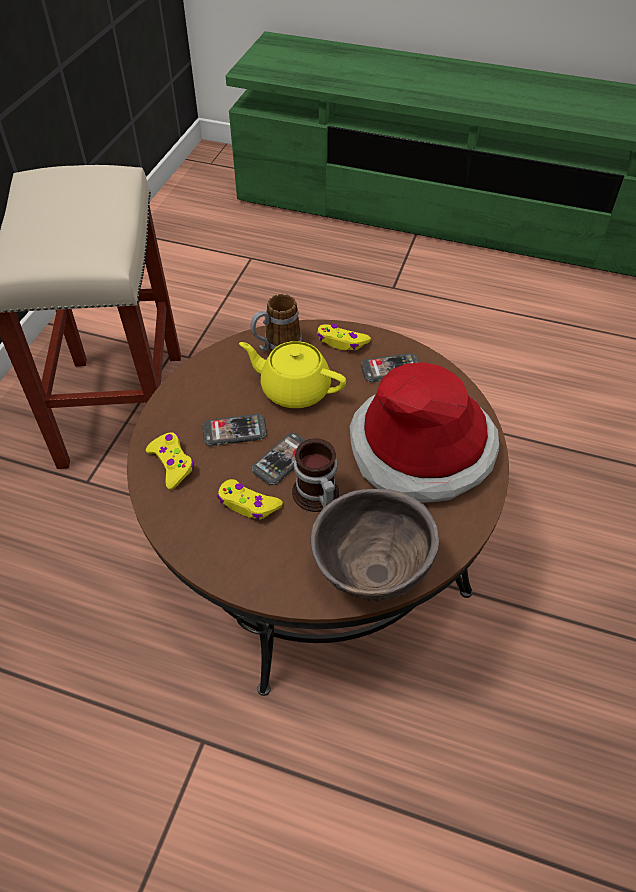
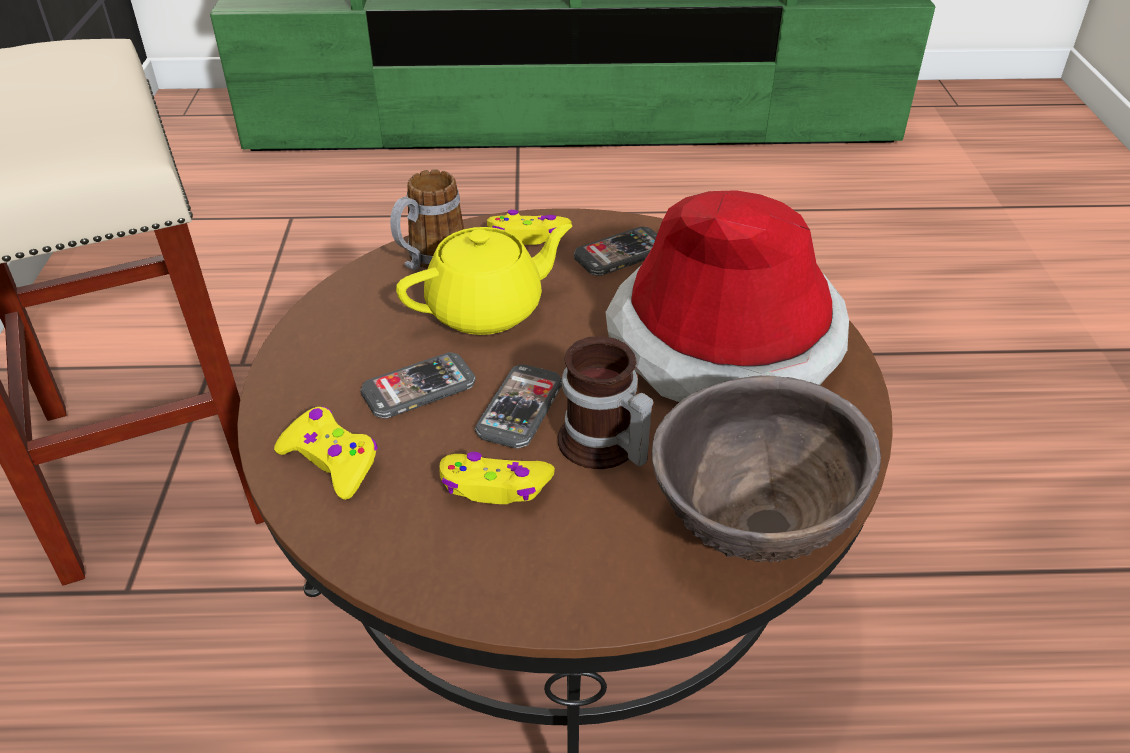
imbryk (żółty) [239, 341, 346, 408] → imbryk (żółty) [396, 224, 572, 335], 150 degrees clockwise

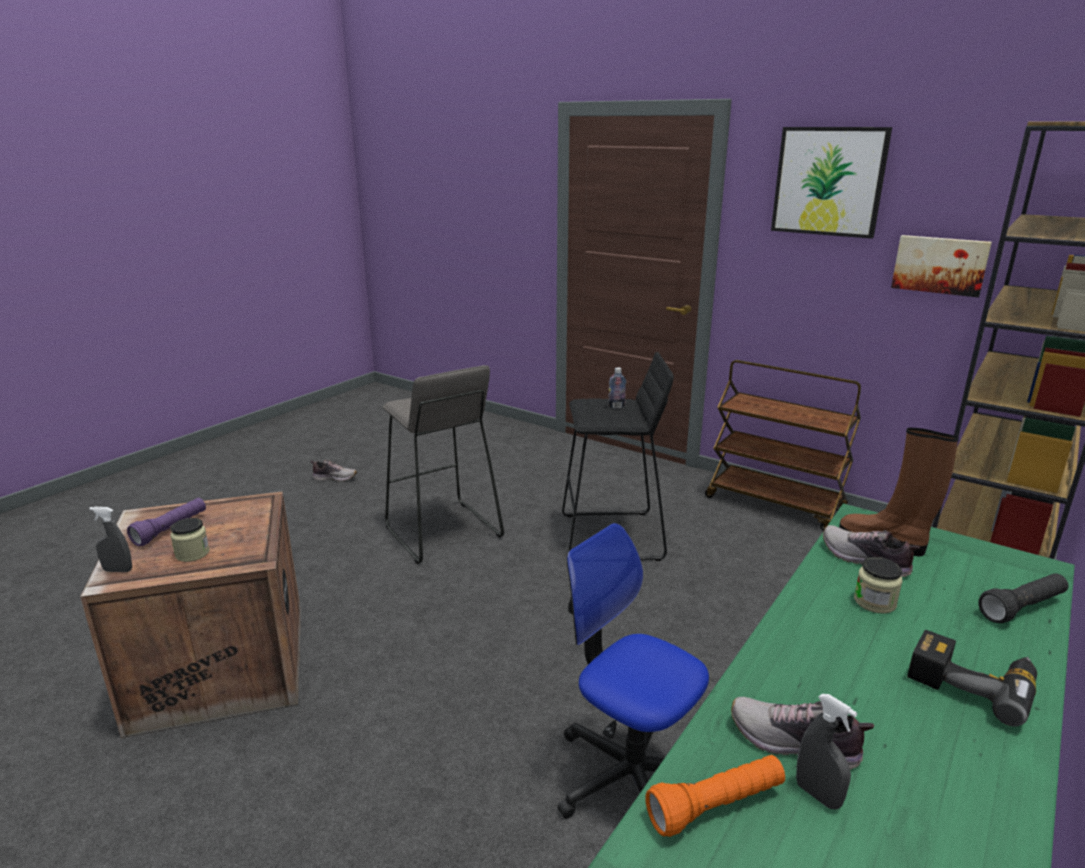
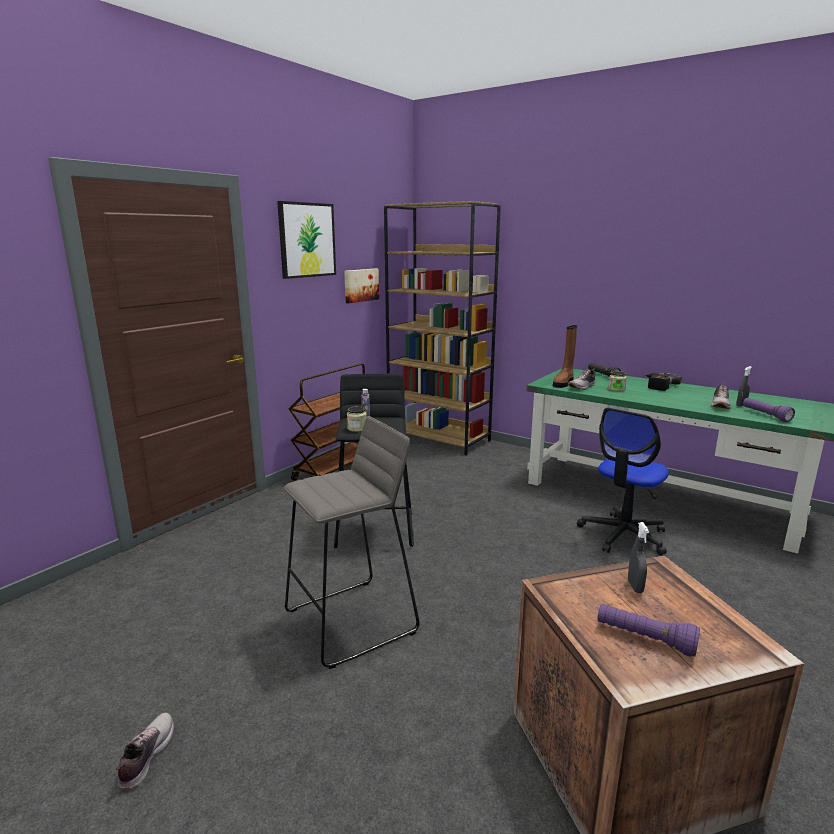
spryskiwacz (szary) [89, 507, 132, 572] → spryskiwacz (szary) [628, 522, 649, 593], move
słoik [170, 518, 210, 562] → słoik [347, 406, 367, 432], move
latarka (pomarańczowy) [645, 755, 785, 837] → latarka (fioletowy) [743, 398, 795, 422]

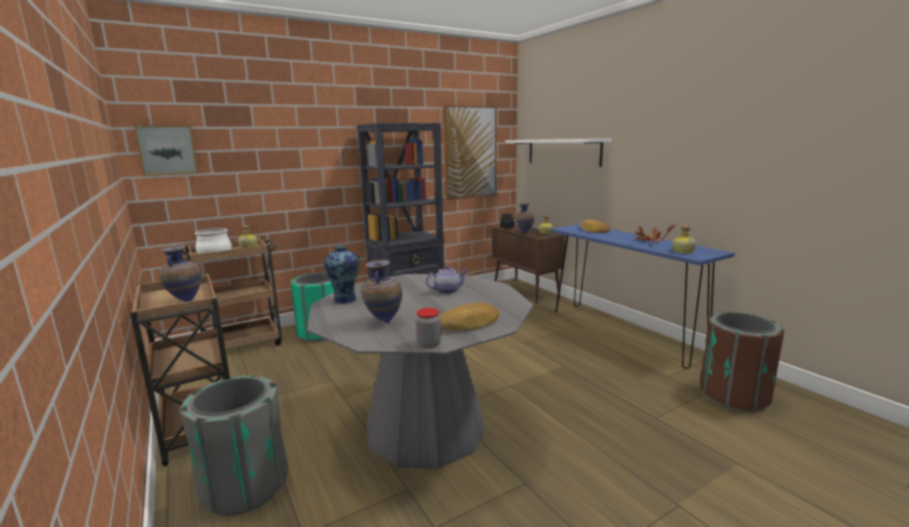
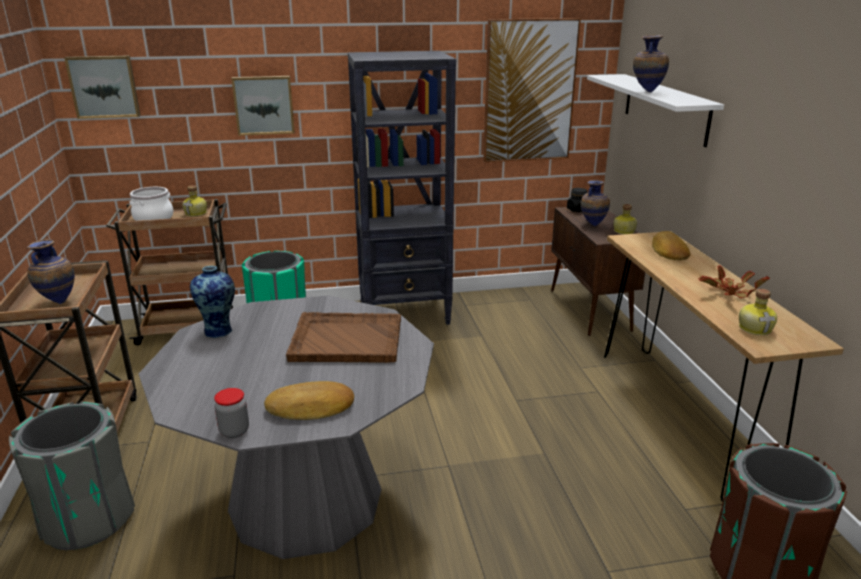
wazon [361, 260, 402, 323] → wazon [633, 35, 669, 93], move
imbryk [426, 266, 468, 294] → taca (brązowy) [286, 312, 401, 363]
stolik konsolowy (niebieski) [550, 224, 735, 369] → stolik konsolowy (brązowy) [604, 231, 844, 502]
- → obraz [231, 76, 295, 136]

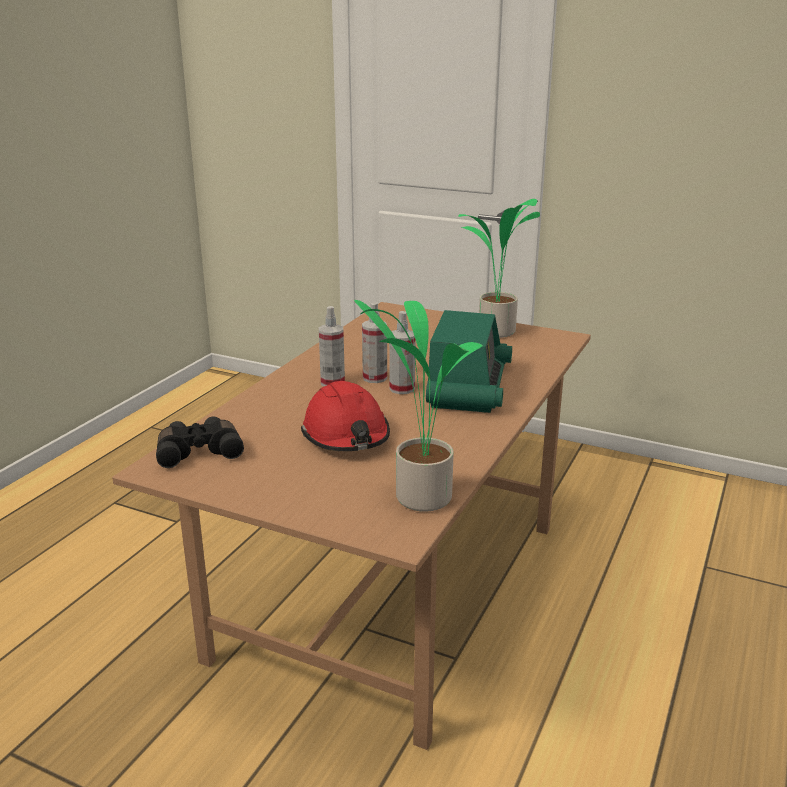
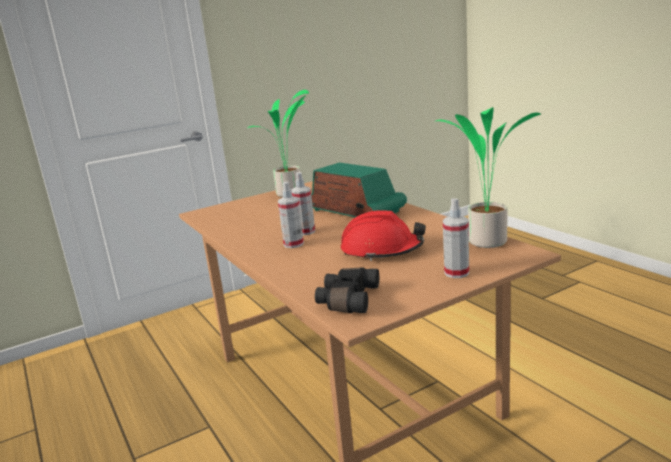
spryskiwacz [389, 311, 415, 394] → spryskiwacz [443, 198, 469, 278], move

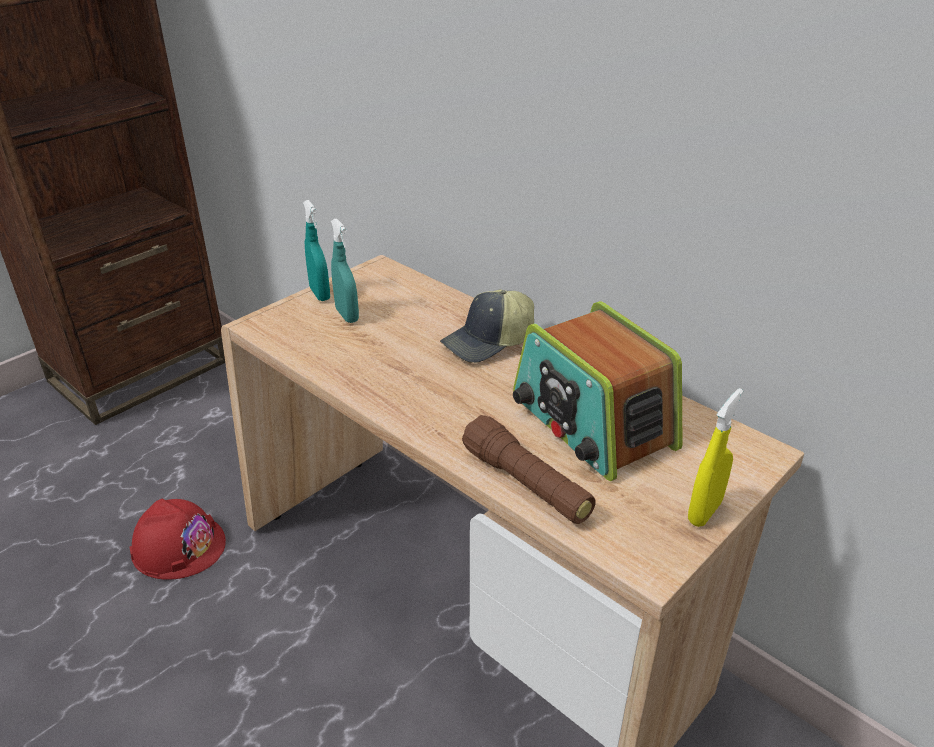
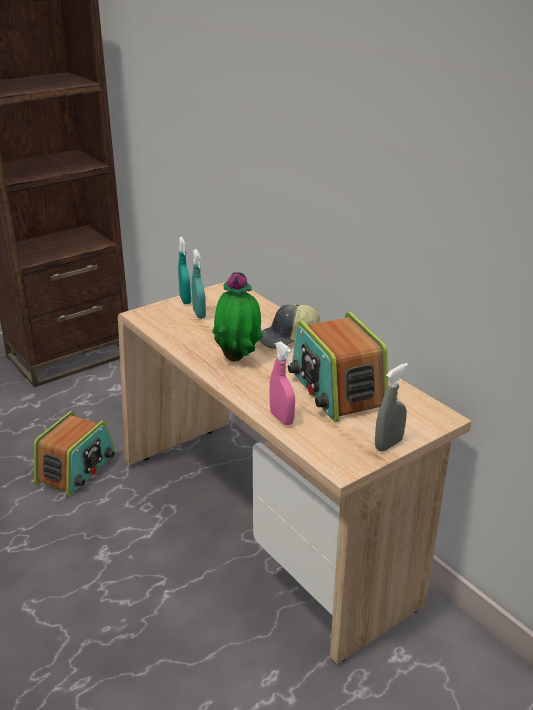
kask (czerwony) [130, 499, 226, 579] → radio [34, 411, 115, 496]
latarka (brązowy) [462, 415, 596, 524] → spryskiwacz (różowy) [269, 341, 295, 425]
spryskiwacz (żółty) [688, 388, 743, 527] → spryskiwacz (szary) [375, 363, 408, 451]
- → roślina doniczkowa [212, 272, 263, 362]

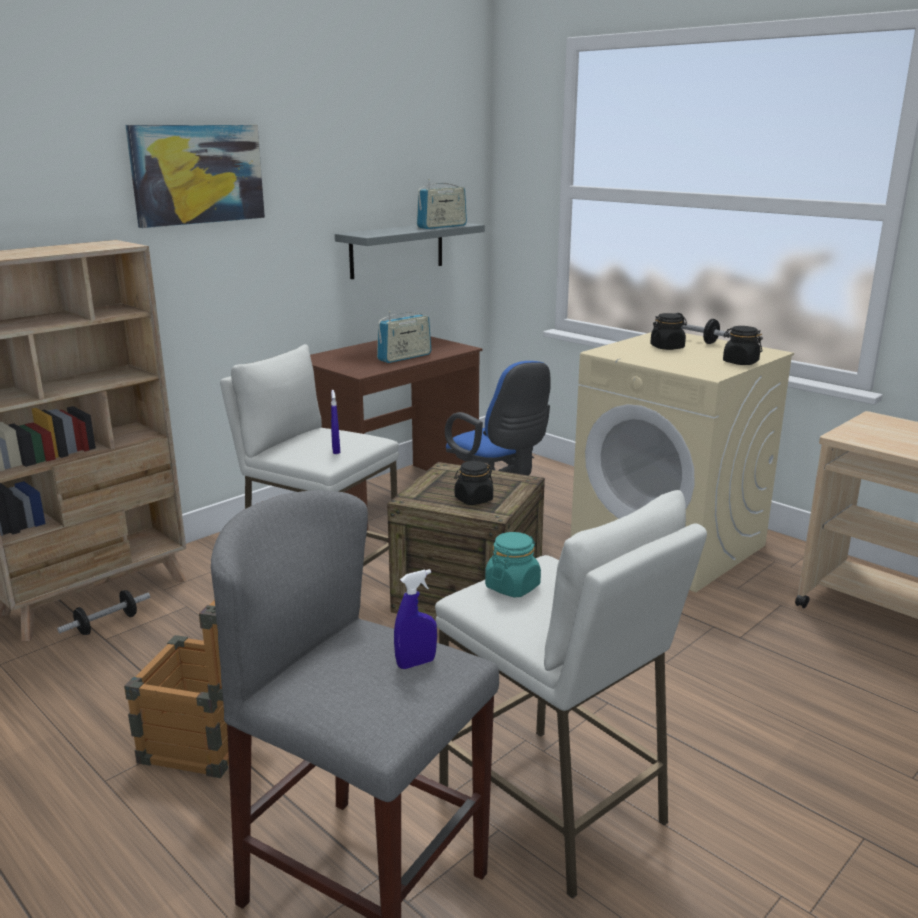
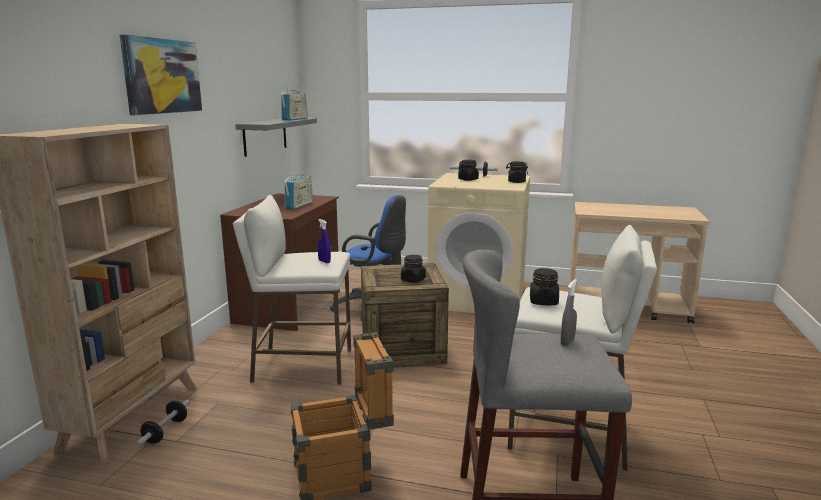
spryskiwacz (niebieski) [394, 569, 437, 669] → spryskiwacz (szary) [561, 279, 577, 346]
słoik (turkusowy) [485, 532, 541, 598] → słoik (czarny) [530, 268, 559, 305]

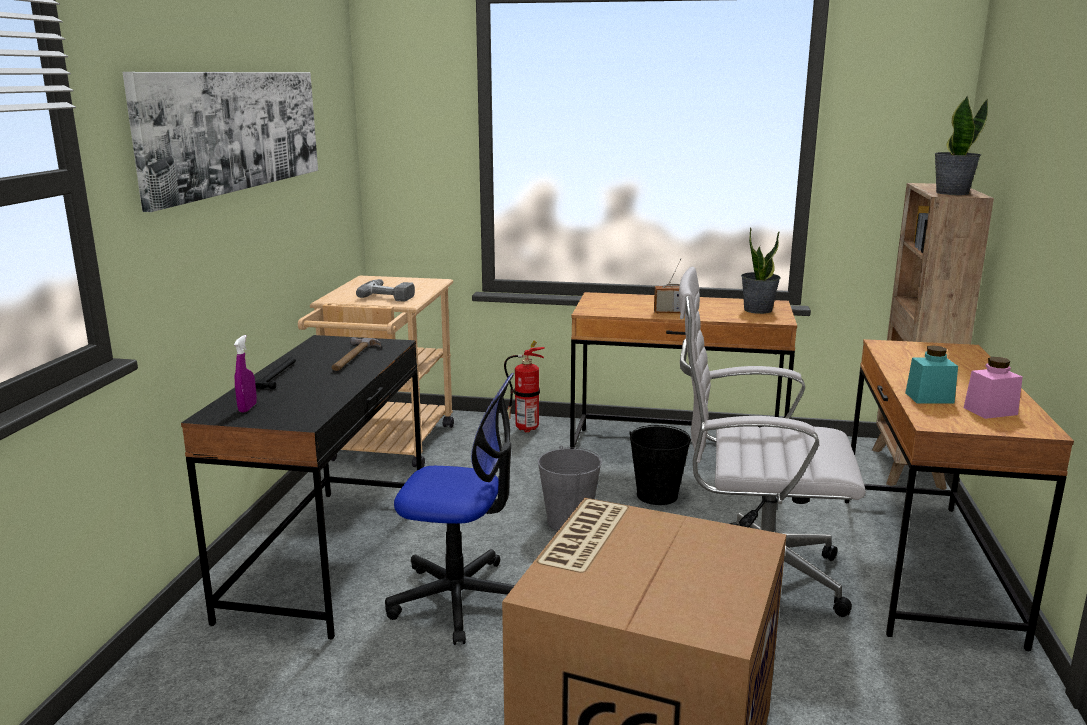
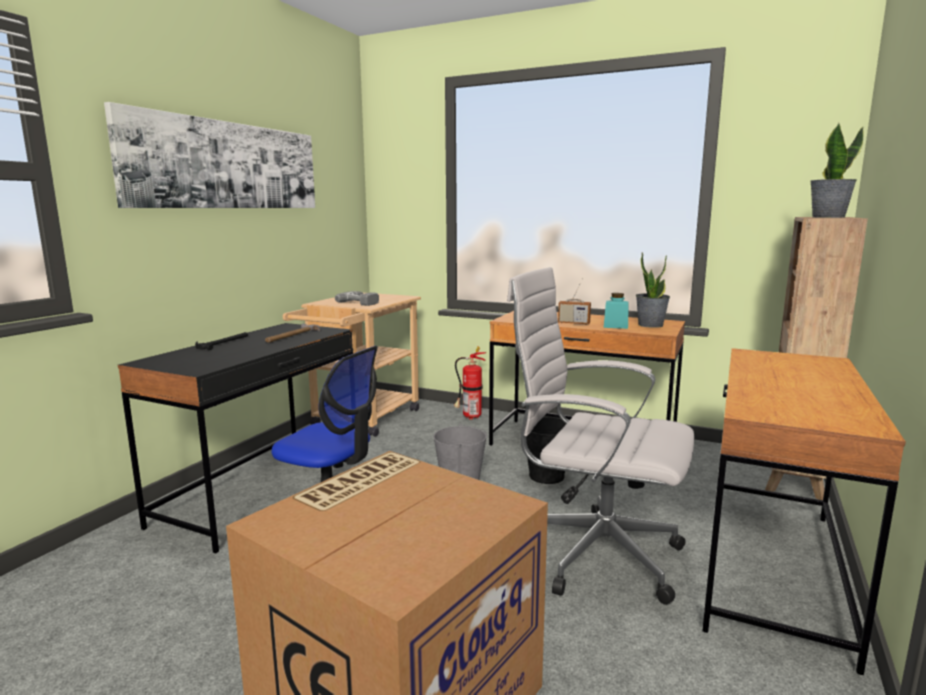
spryskiwacz (fioletowy) [234, 335, 257, 412] → -
słoik (turkusowy) [905, 346, 958, 403] → słoik (turkusowy) [604, 293, 629, 329], move
słoik (różowy) [964, 357, 1023, 419] → -

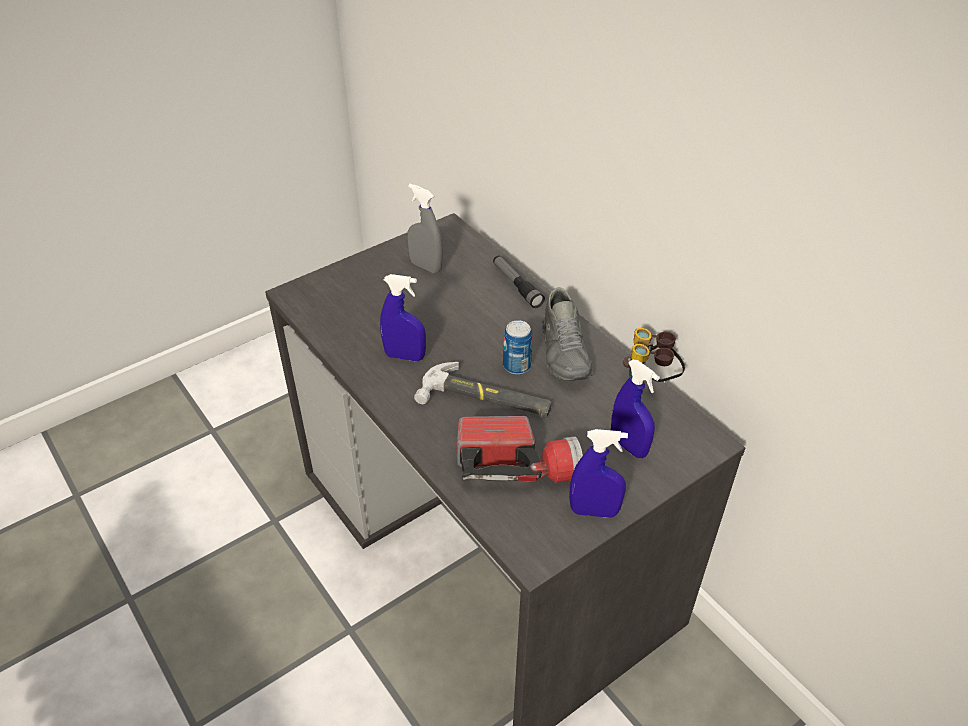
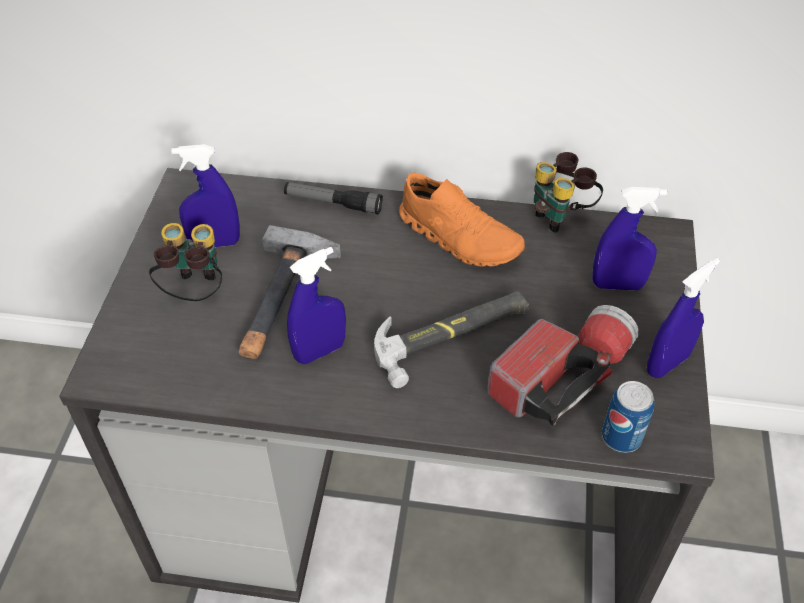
spryskiwacz (szary) [408, 184, 443, 273] → spryskiwacz (niebieski) [171, 144, 240, 247]
puszka [503, 320, 533, 374] → puszka [602, 381, 654, 453], move
but (szary) [542, 287, 593, 381] → but (pomarańczowy) [399, 173, 525, 266]
- → lornetka [149, 223, 222, 301]
- → młotek [239, 225, 341, 359]

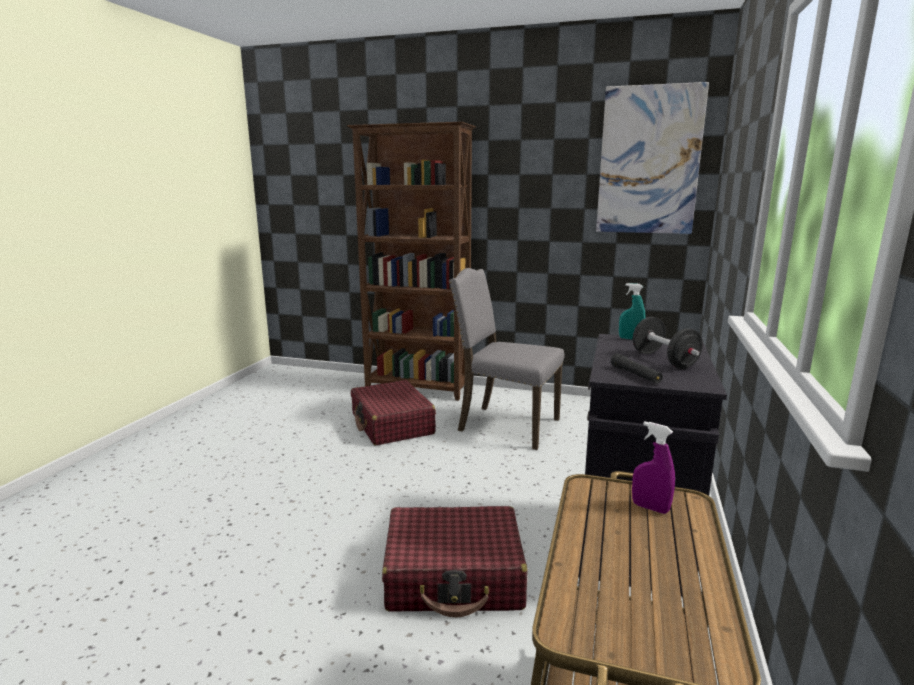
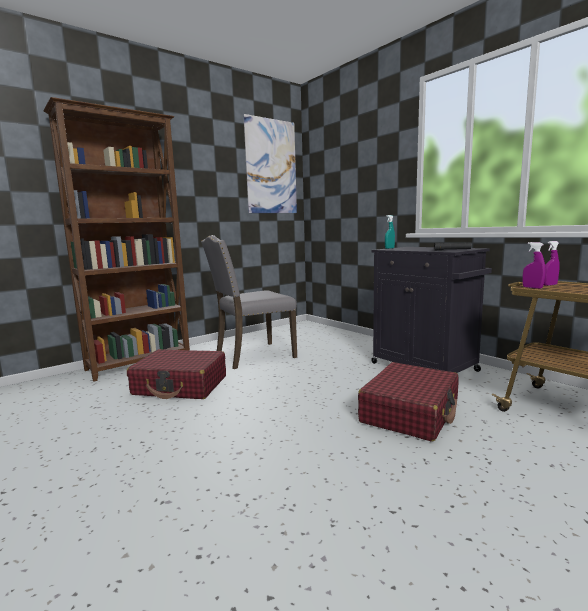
hantel (czarny) [633, 317, 703, 369] → -
- → spryskiwacz (fioletowy) [522, 242, 546, 289]

